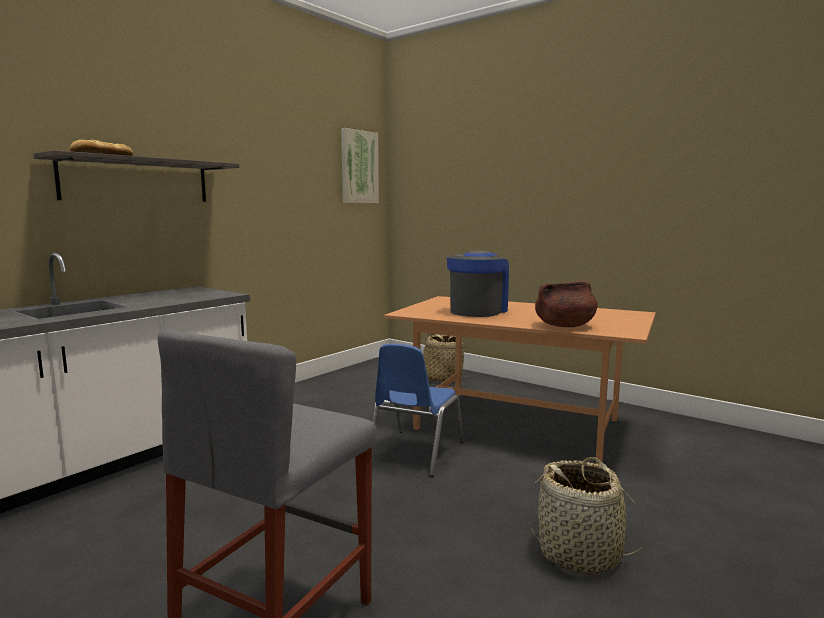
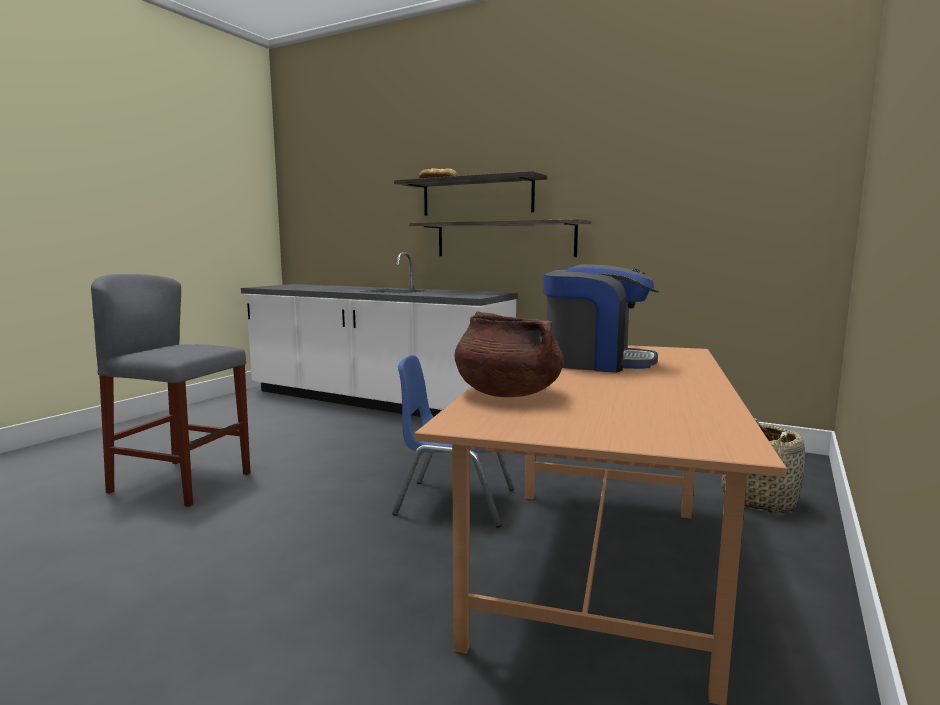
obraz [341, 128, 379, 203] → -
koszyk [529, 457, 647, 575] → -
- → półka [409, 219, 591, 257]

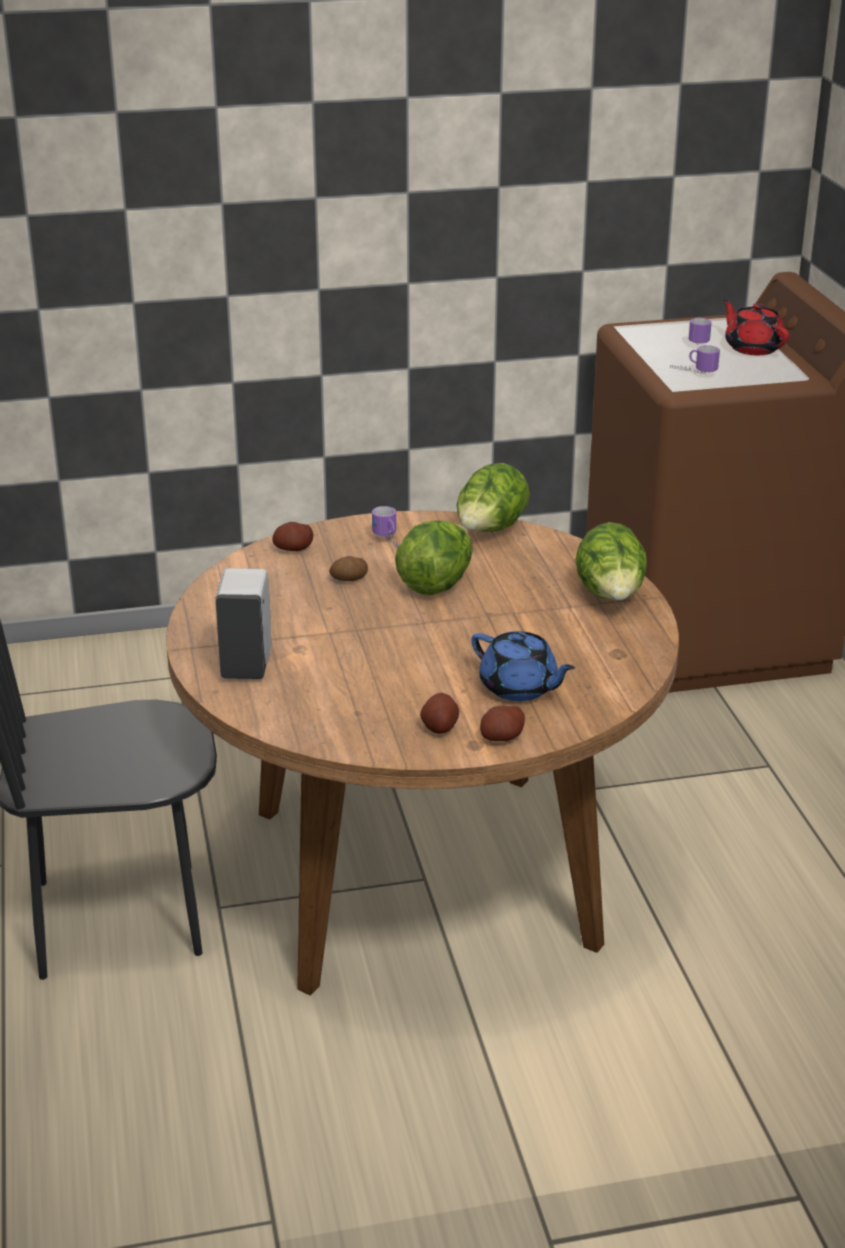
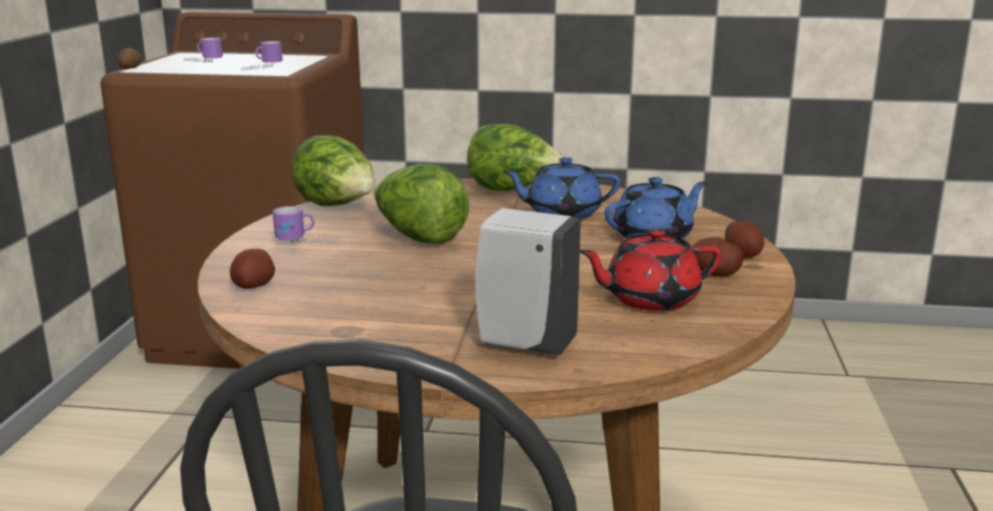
ziemniak [329, 556, 368, 581] → ziemniak [118, 48, 141, 69], move
imbryk (czerwony) [723, 300, 789, 355] → imbryk (czerwony) [580, 228, 721, 311], move
- → imbryk (niebieski) [502, 157, 620, 219]

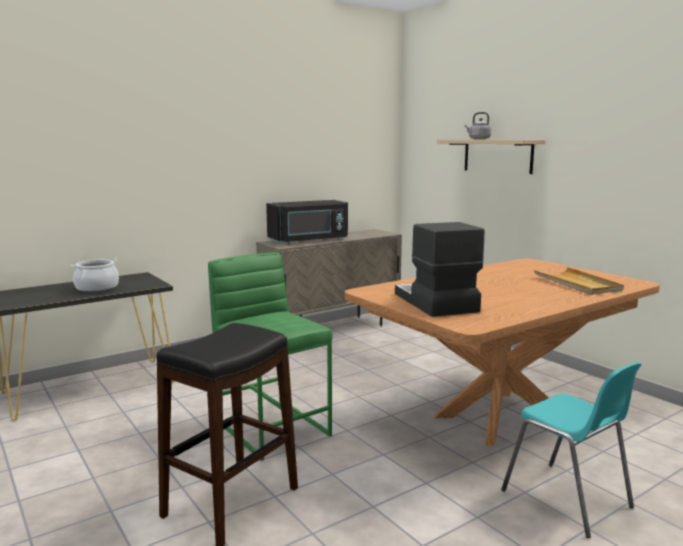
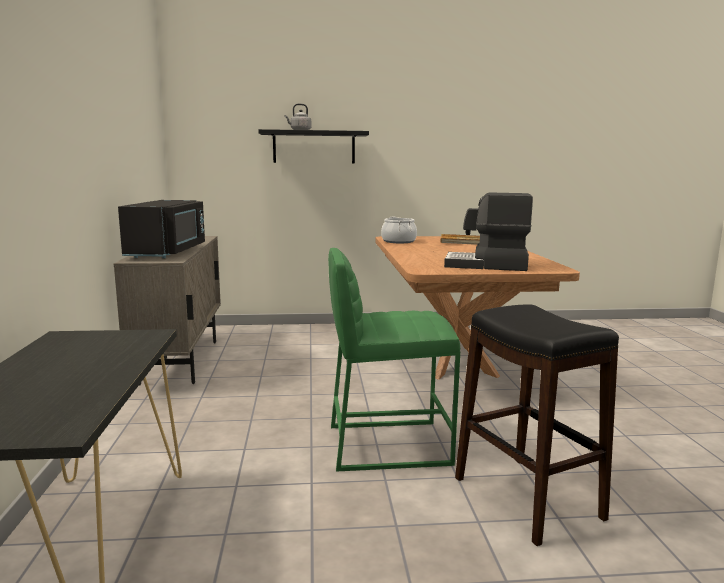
garnek [71, 258, 119, 293] → garnek [381, 217, 417, 243], move
półka (beżowy) [437, 140, 545, 174] → półka (czarny) [259, 129, 369, 163]
krzesło (turkusowy) [501, 362, 642, 538] → -

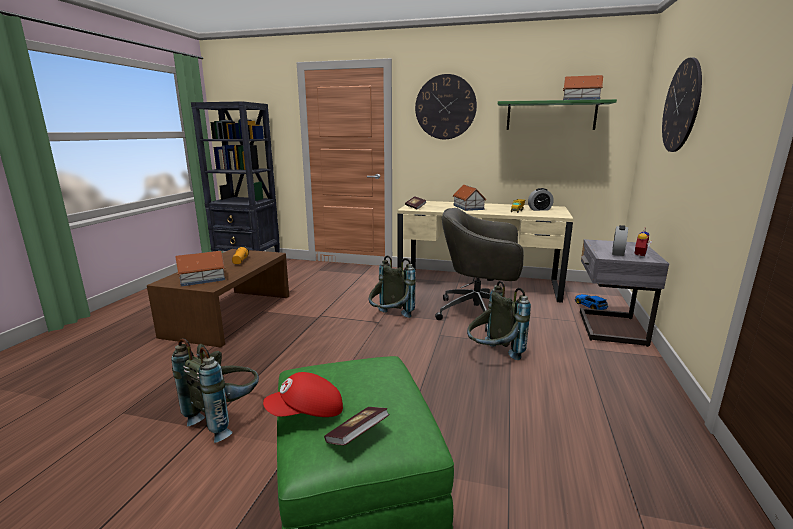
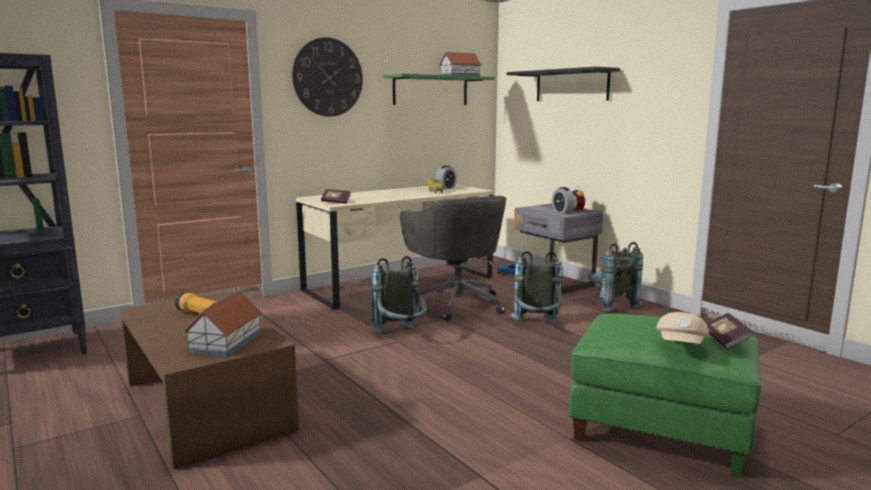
plecak (szary) [171, 338, 259, 443] → plecak (szary) [588, 242, 643, 311], move
czapka z daszkiem (czerwony) [263, 372, 343, 417] → czapka z daszkiem (beżowy) [656, 312, 709, 344]
krzesło biurowe (szary) [435, 208, 524, 332] → krzesło biurowe (szary) [400, 196, 506, 321], 75 degrees counterclockwise
domek [453, 185, 486, 211] → -
zegar ścienny [662, 57, 702, 152] → półka (czarny) [507, 67, 620, 101]

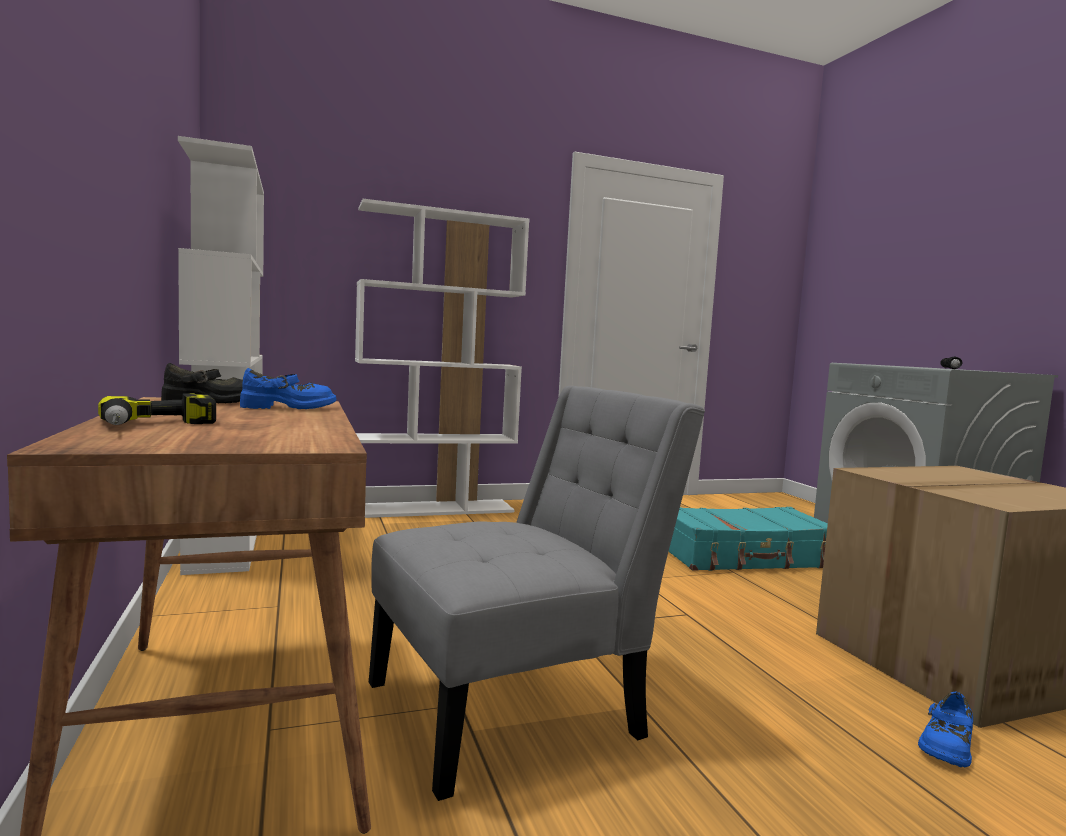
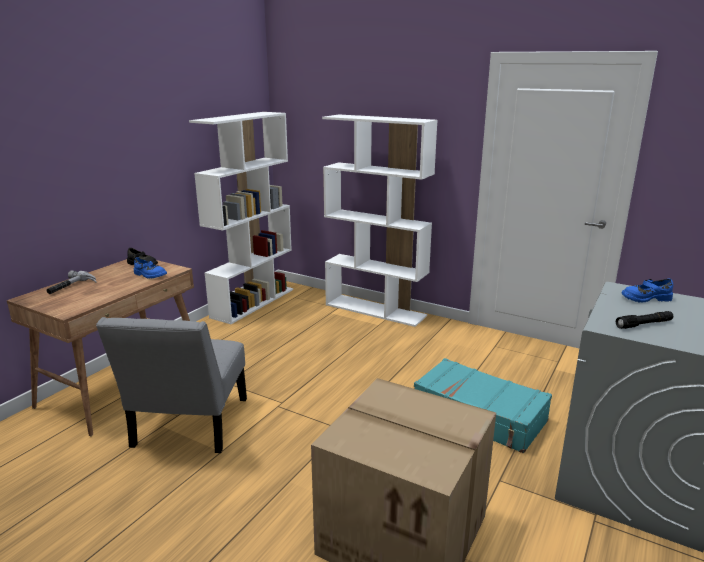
wiertarka [98, 393, 216, 425] → młotek [47, 271, 97, 294]
krzesło (szary) [369, 386, 705, 801] → krzesło (szary) [96, 317, 247, 453], 75 degrees clockwise
but (niebieski) [918, 692, 973, 767] → but (niebieski) [622, 279, 673, 303], move

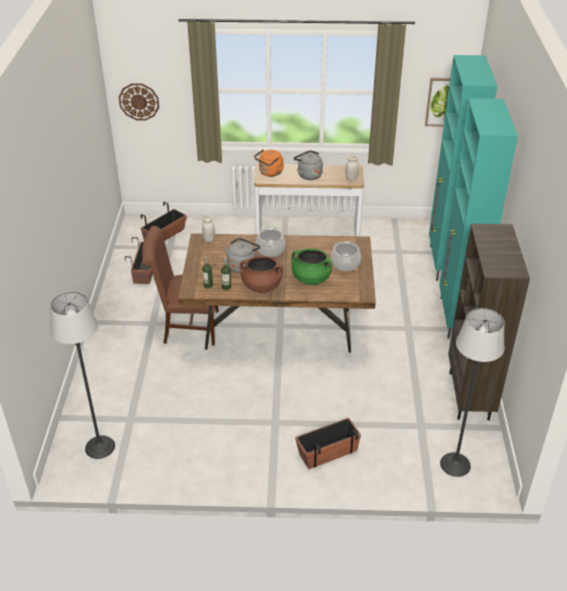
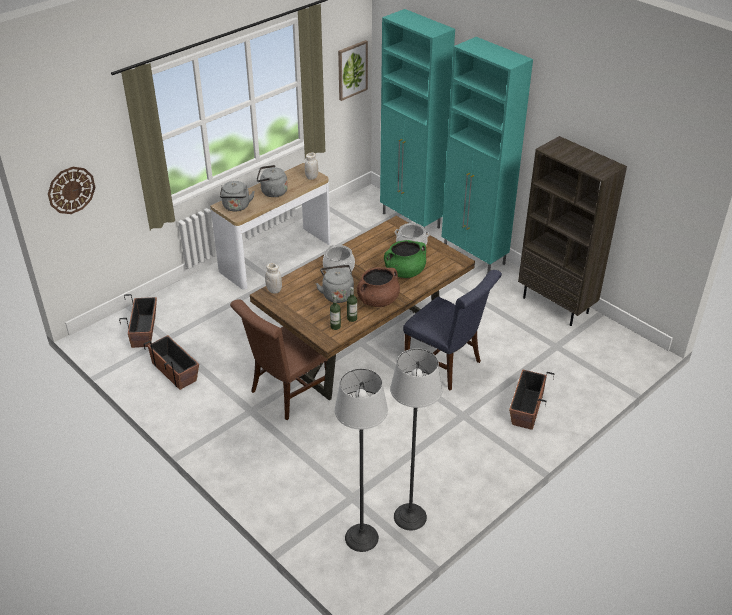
czajnik (pomarańczowy) [254, 149, 284, 177] → czajnik (szary) [220, 181, 255, 211]
lampa stojąca [440, 308, 505, 477] → lampa stojąca [390, 348, 443, 530], move
- → krzesło (niebieski) [403, 270, 502, 391]

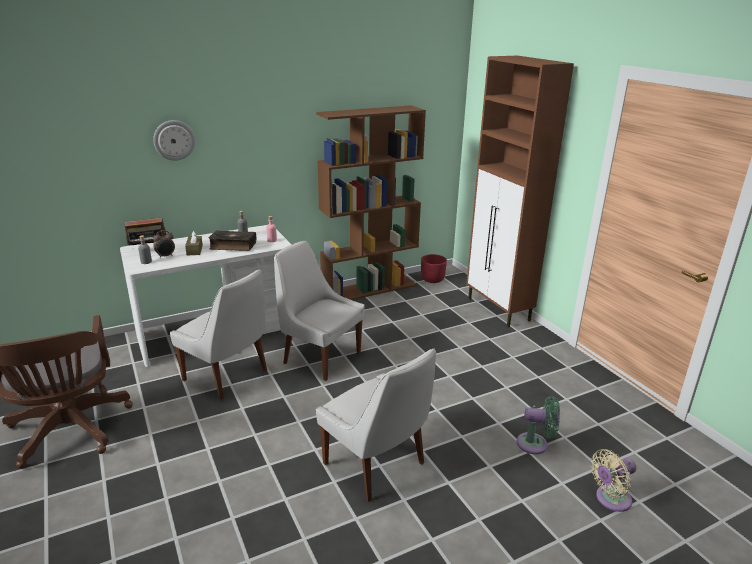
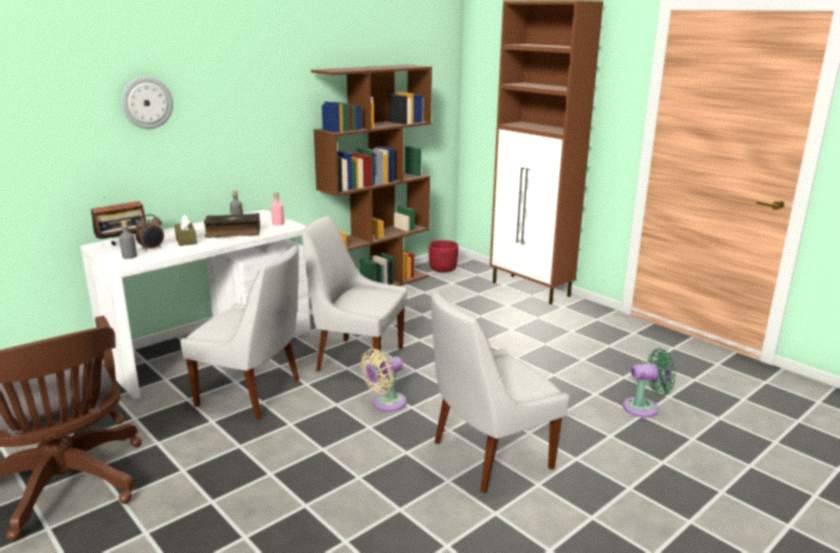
krzesło (biały) [316, 349, 436, 502] → krzesło (biały) [431, 291, 569, 493], 120 degrees clockwise
wentylator (beżowy) [591, 449, 636, 512] → wentylator (beżowy) [361, 349, 407, 412], move

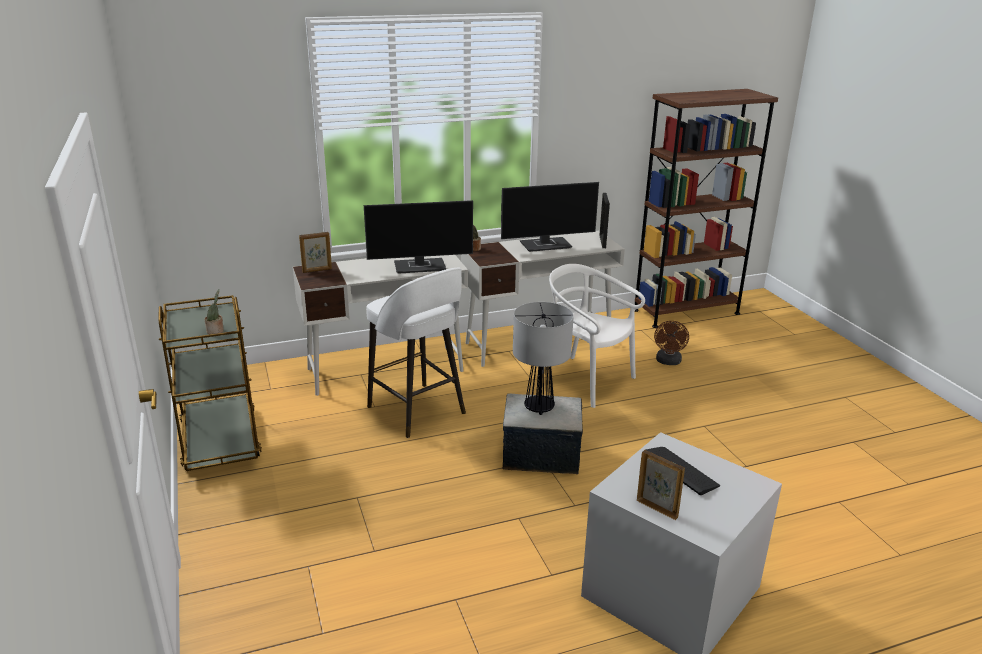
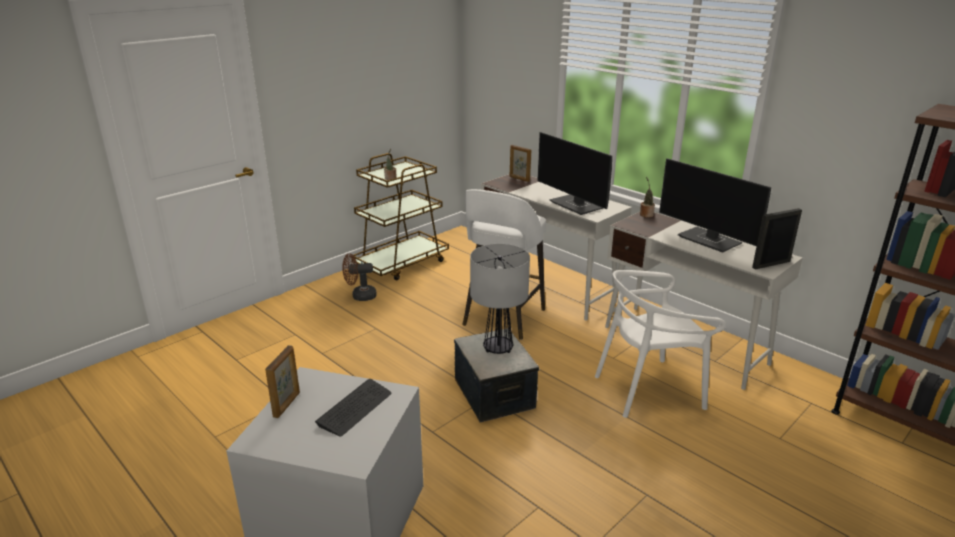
krzesło (biały) [538, 264, 645, 408] → krzesło (biały) [595, 270, 726, 418], 120 degrees counterclockwise
wentylator (brązowy) [654, 321, 689, 365] → wentylator (brązowy) [342, 253, 377, 301], move

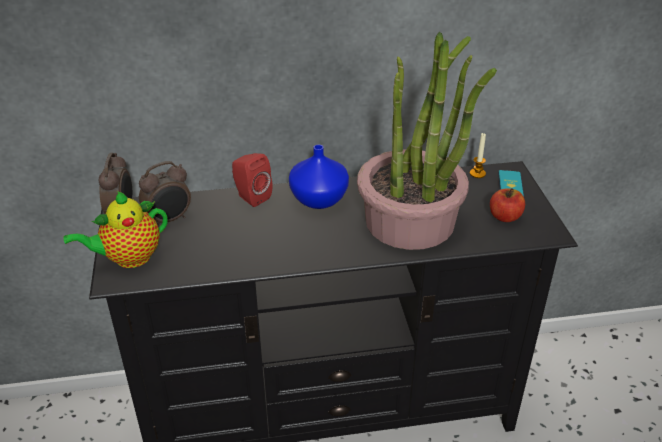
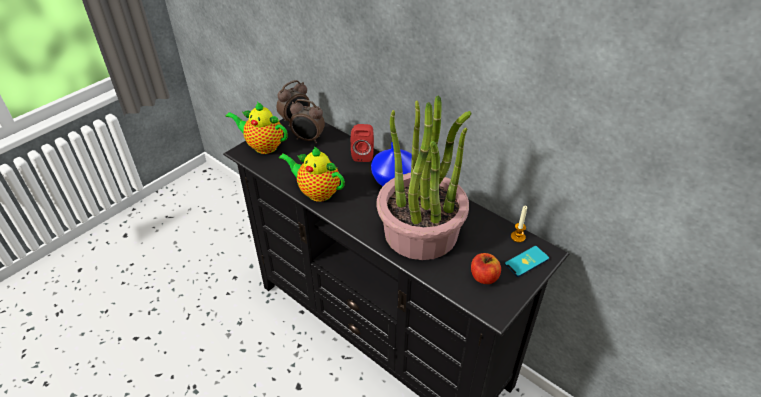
- → imbryk [279, 146, 345, 202]

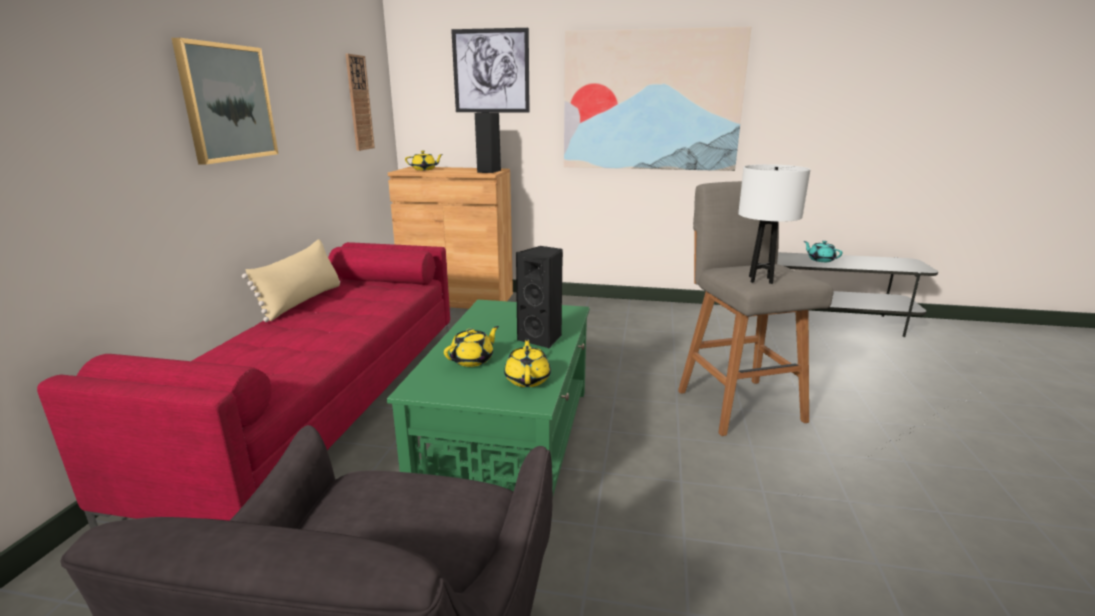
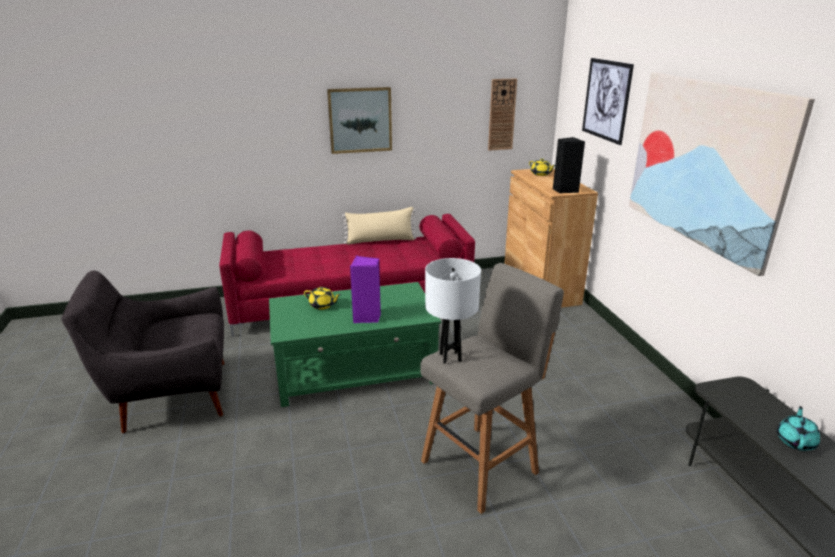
imbryk (żółty) [504, 338, 551, 387] → -
głośnik (czarny) [516, 246, 563, 349] → głośnik (fioletowy) [350, 256, 381, 323]

